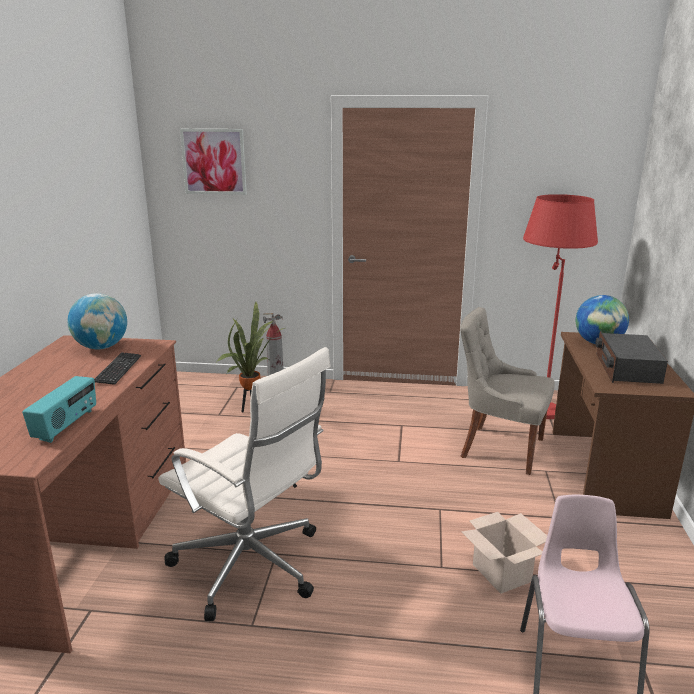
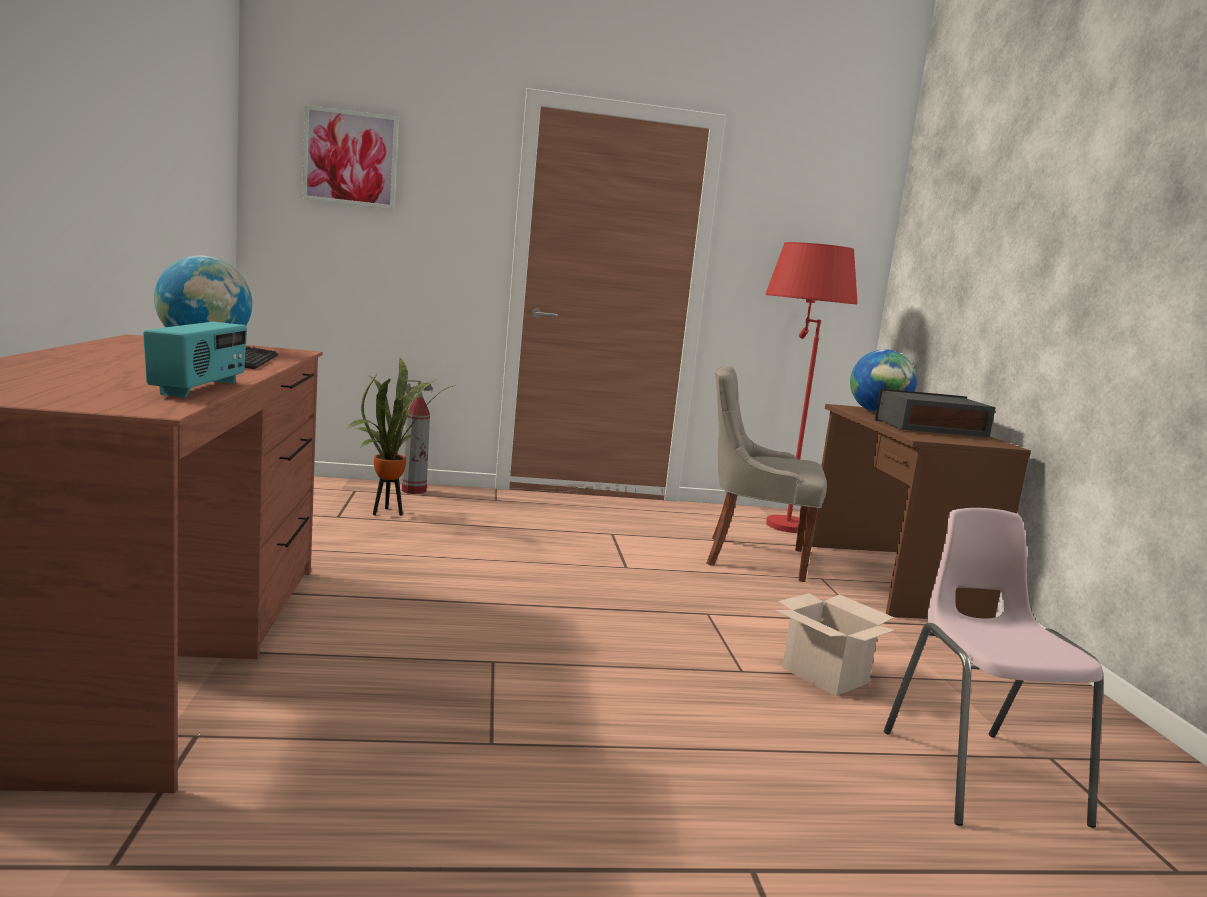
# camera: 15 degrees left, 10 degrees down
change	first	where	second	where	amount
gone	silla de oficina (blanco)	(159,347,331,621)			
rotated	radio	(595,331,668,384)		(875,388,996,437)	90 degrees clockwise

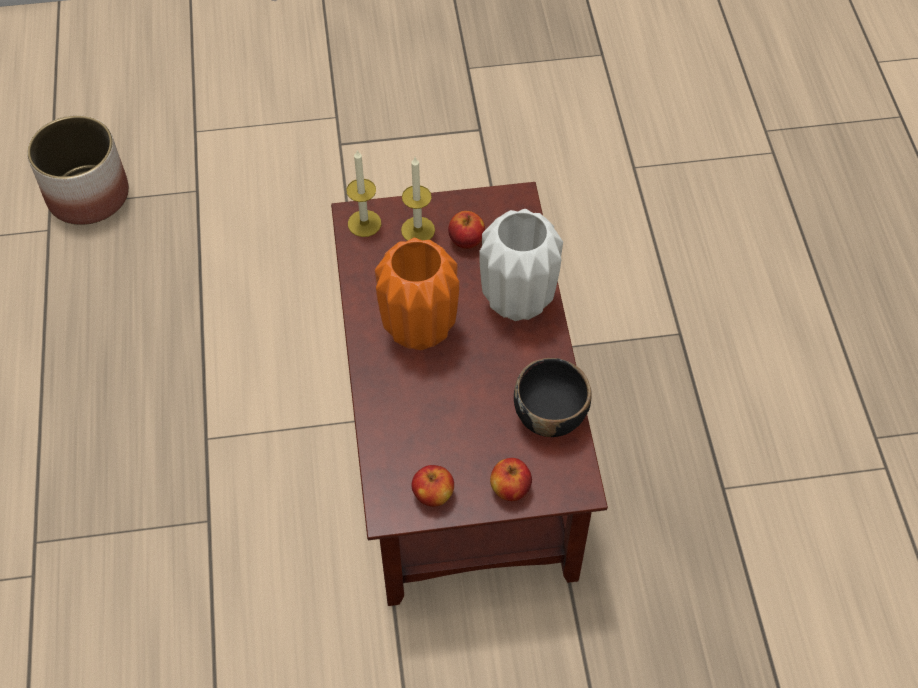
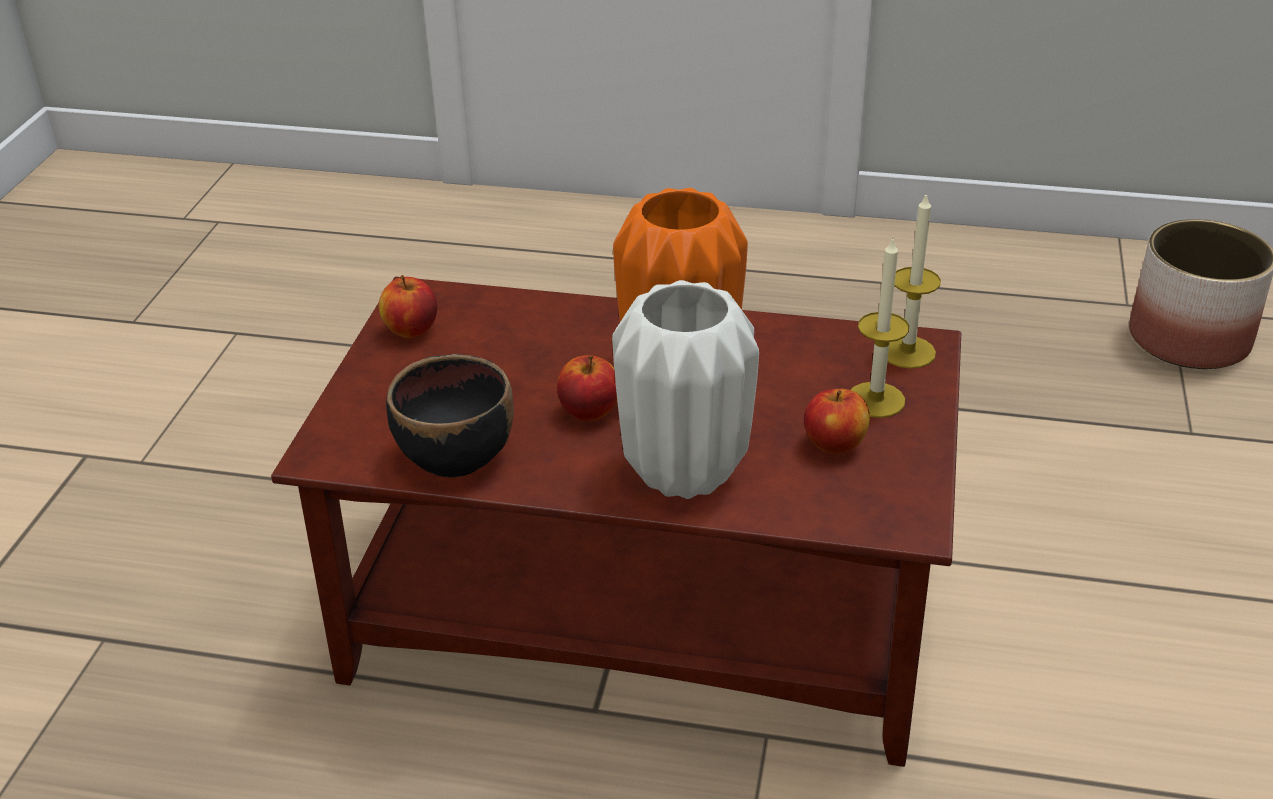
# camera: 110 degrees right, 20 degrees down
change	first	where	second	where	amount
shifted	manzana	(490,458,532,501)		(557,355,617,421)	

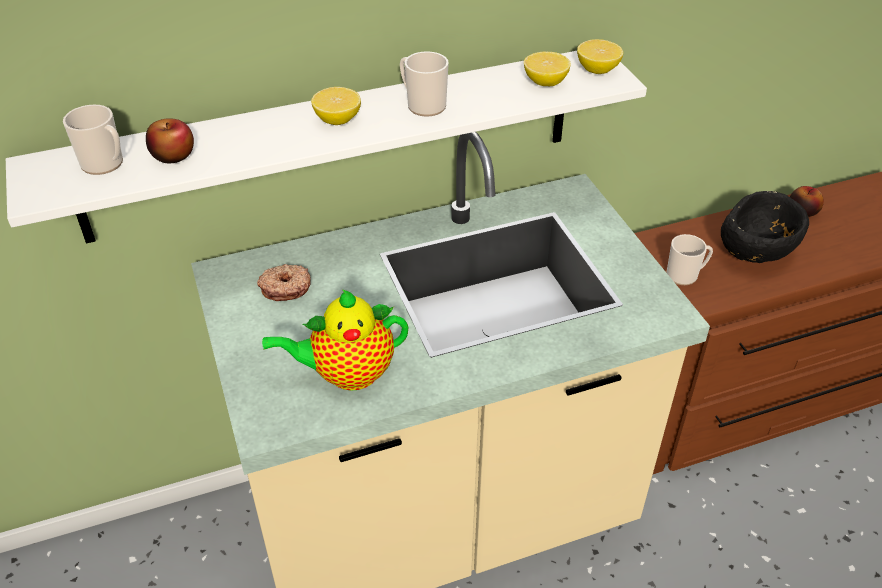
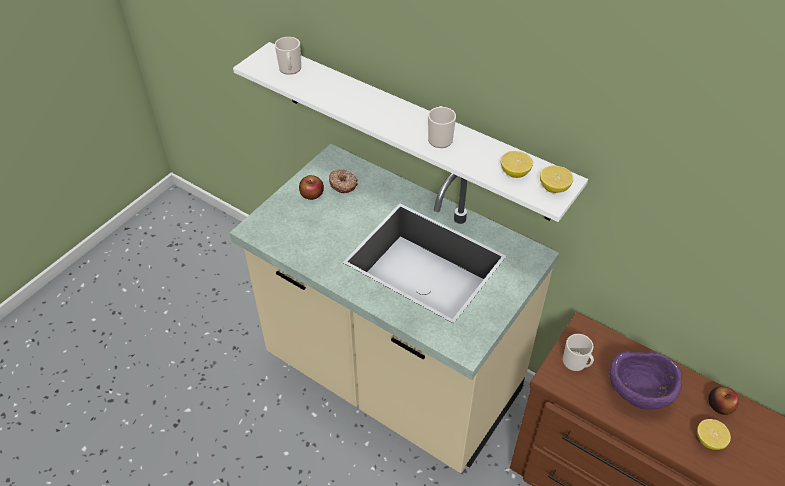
# camera: 55 degrees right, 5 degrees up
change	first	where	second	where	amount
shifted	manzana	(146,118,194,164)		(299,175,324,200)	
gone	tetera	(262,289,409,391)			
shifted	limón	(311,87,361,125)		(697,419,731,450)	
repainted	cuenco (negro)	(721,191,809,263)	cuenco (morado)	(609,351,682,410)	

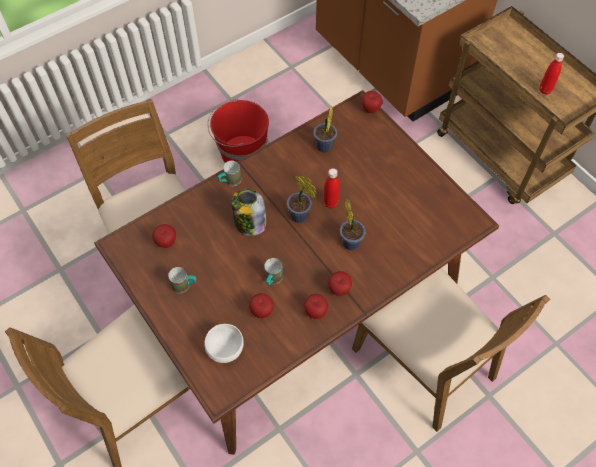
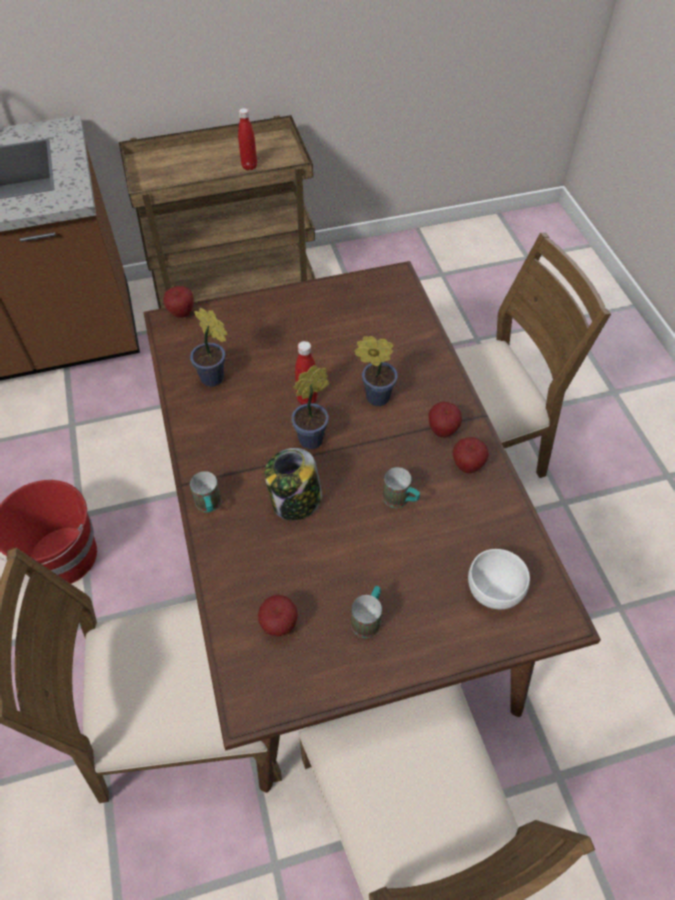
# camera: 70 degrees left, 5 degrees down
change	first	where	second	where	amount
gone	manzana	(249,293,274,318)			

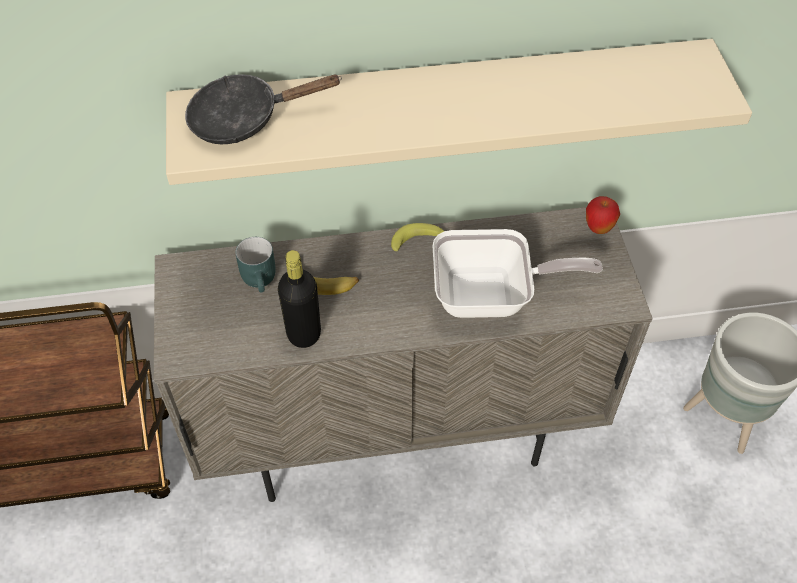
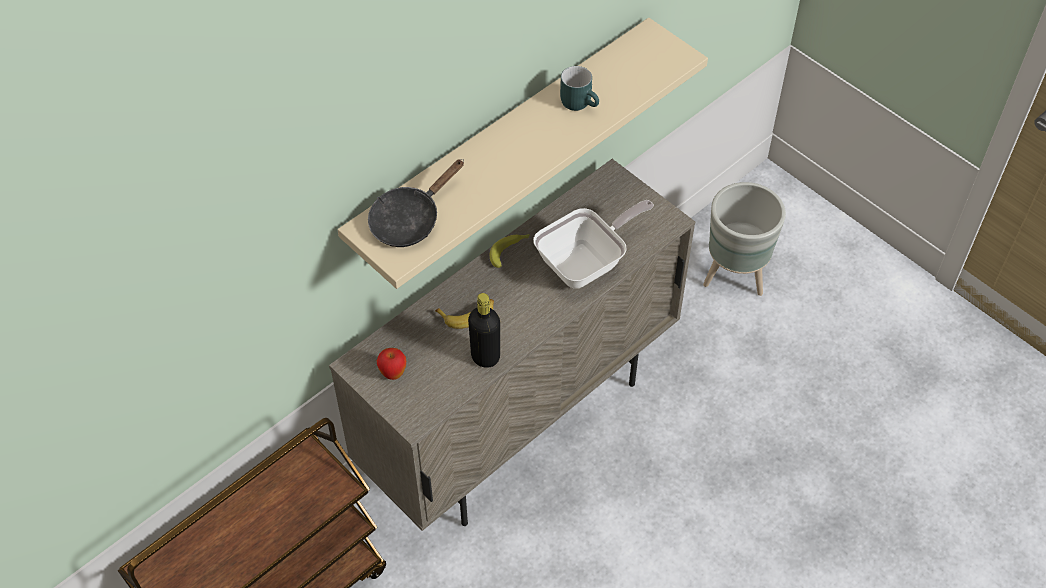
# camera: 35 degrees left, 0 degrees up
change	first	where	second	where	amount
shifted	taza grande (turquesa)	(235,237,276,292)		(560,66,599,111)	
shifted	manzana	(586,196,620,234)		(377,348,406,380)	

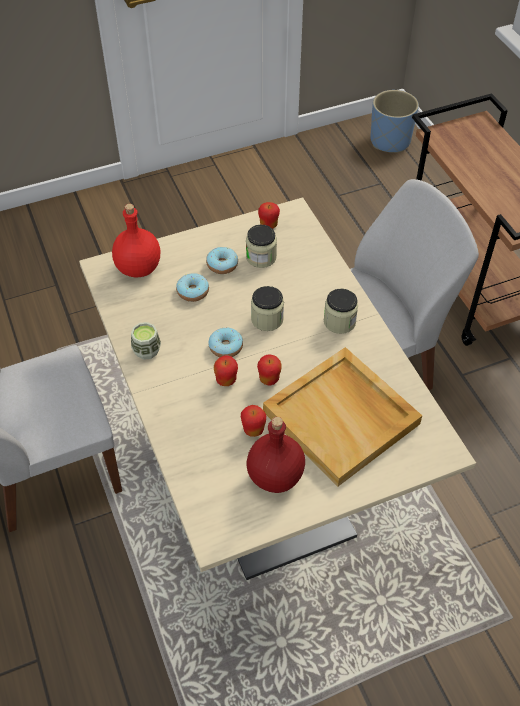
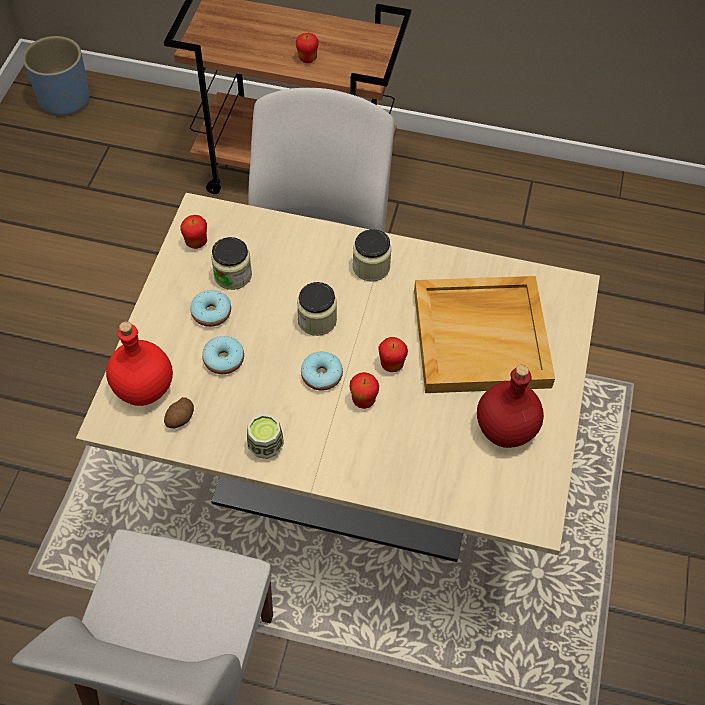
# camera: 55 degrees left, 5 degrees up
change	first	where	second	where	amount
shifted	manzana	(241,405,266,437)		(296,33,319,63)	
new			patata	(164,397,194,428)	

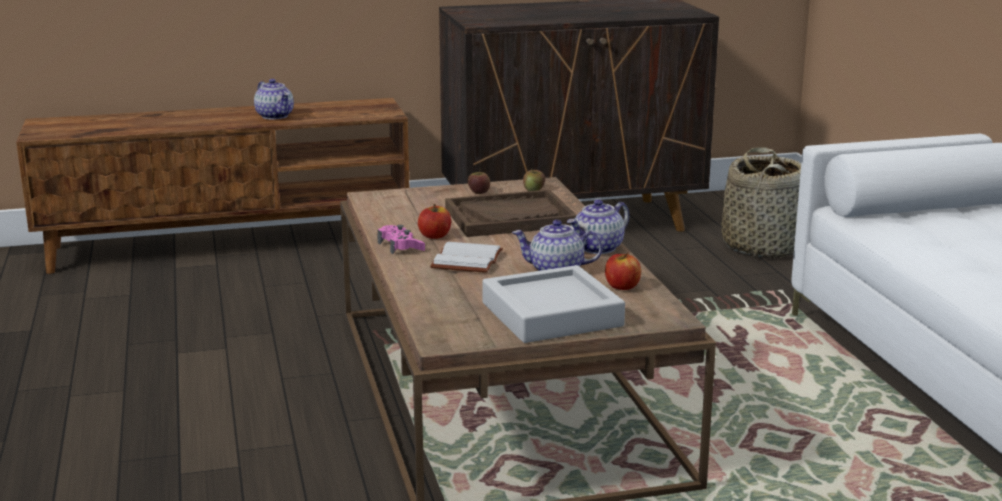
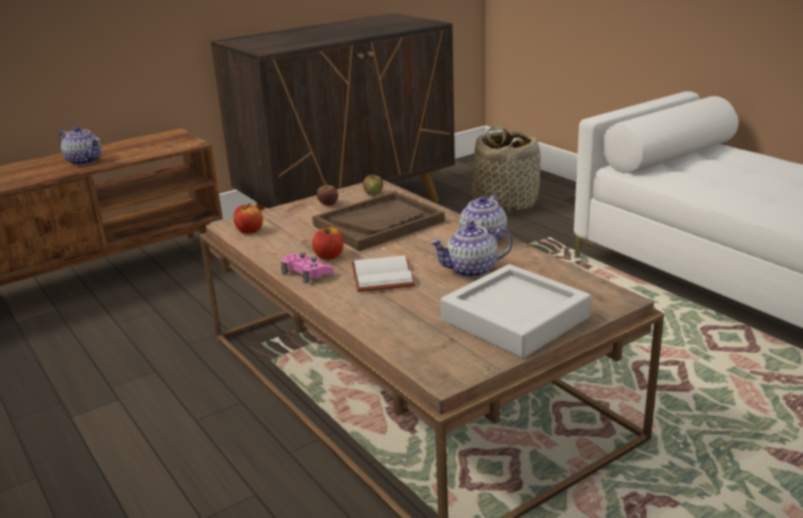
# camera: 20 degrees left, 5 degrees up
change	first	where	second	where	amount
shifted	manzana	(605,253,641,290)		(233,203,263,233)	

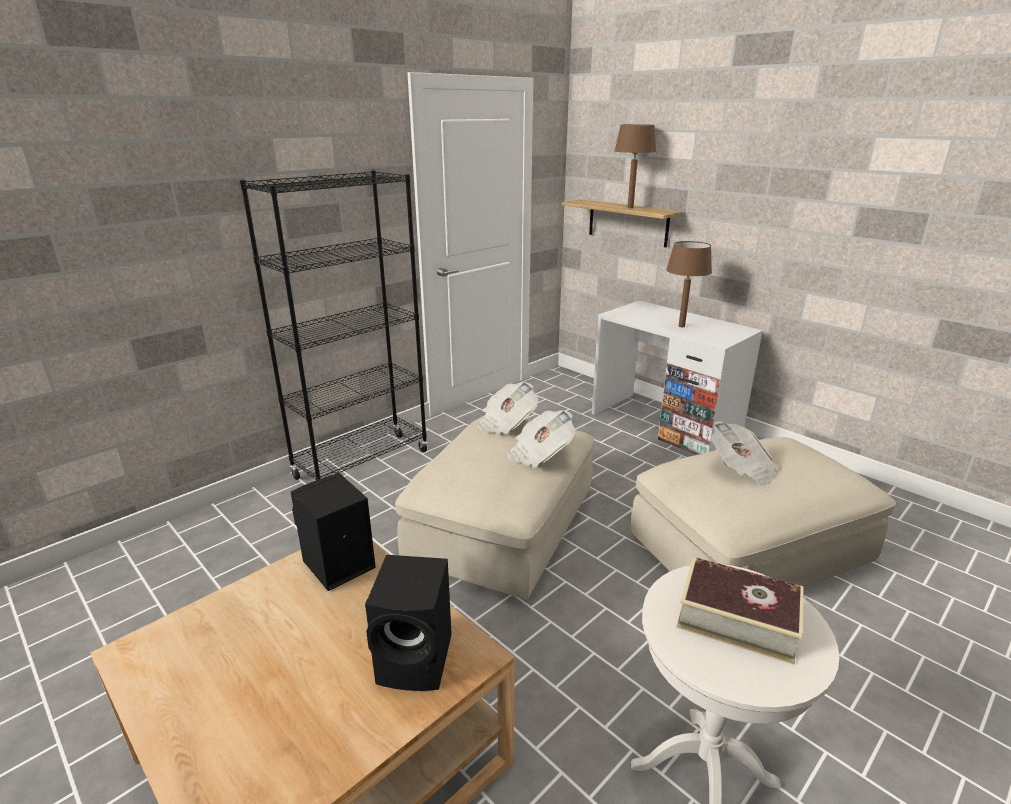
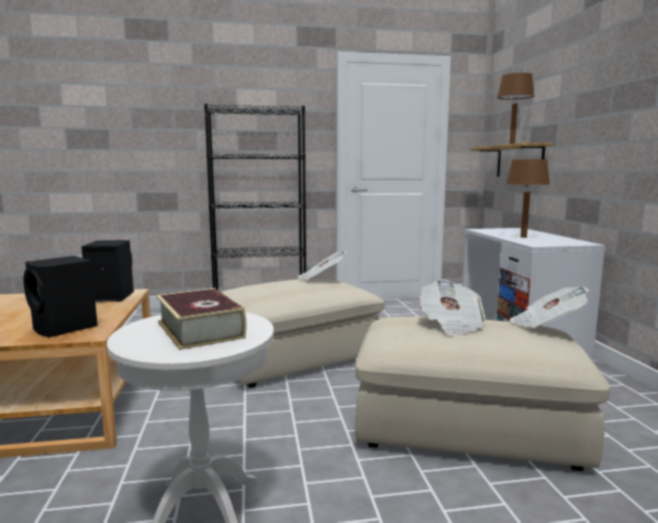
# camera: 35 degrees right, 15 degrees down
change	first	where	second	where	amount
shifted	periódico	(506,410,576,468)		(510,286,590,328)	

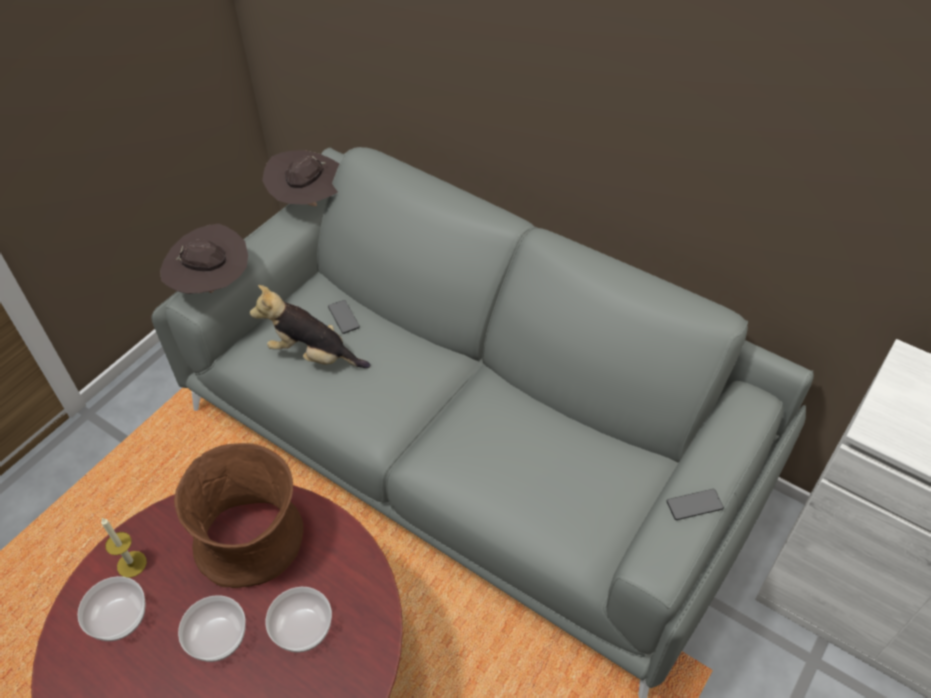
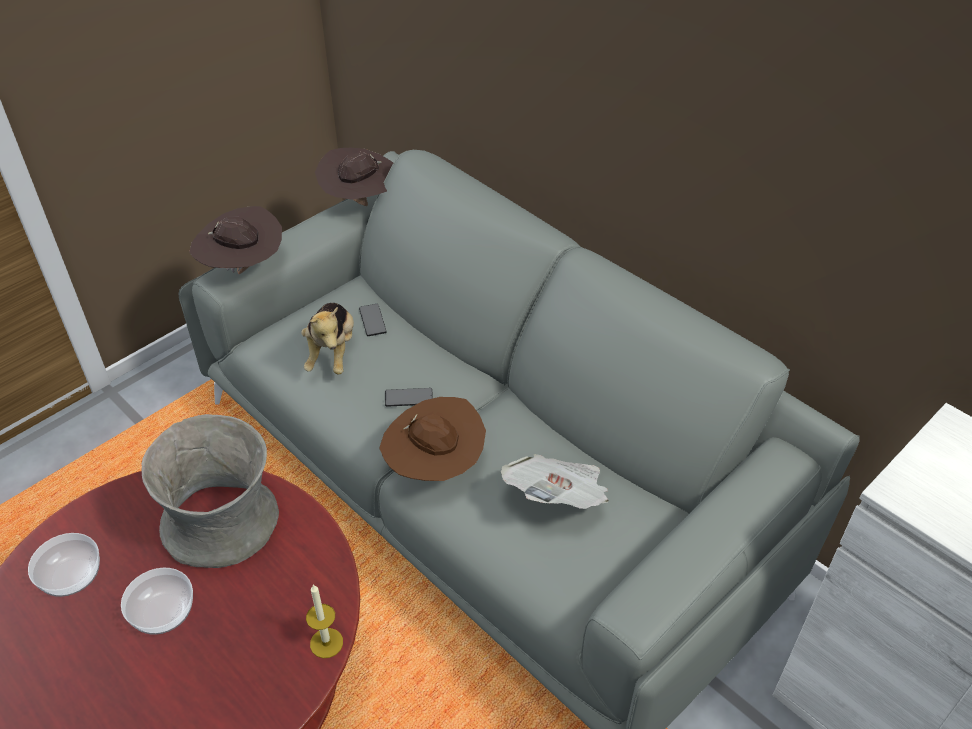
# camera: 10 degrees right, 5 degrees down
change	first	where	second	where	amount
shifted	vela	(101,518,147,578)		(306,584,343,658)	
repainted	florero (marrón)	(174,443,303,588)	florero (gris)	(141,414,279,568)	
rotated	peluche	(250,285,370,368)		(301,303,354,374)	120 degrees counterclockwise
gone	cuenco	(266,587,332,653)			
shifted	móvil	(667,489,724,520)		(385,388,433,407)	
new			sombrero (marrón)	(379,397,486,481)	
new			periódico	(501,454,609,509)	

